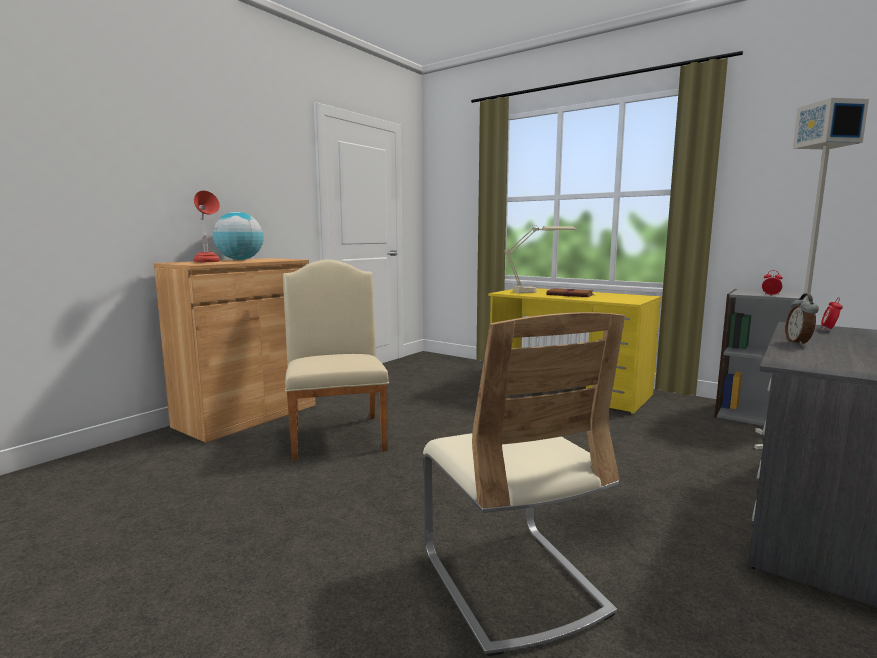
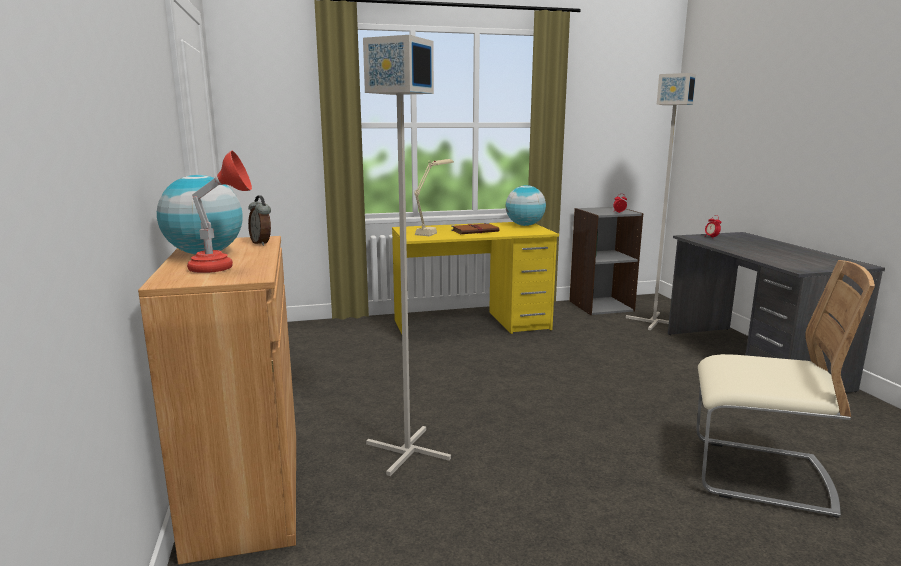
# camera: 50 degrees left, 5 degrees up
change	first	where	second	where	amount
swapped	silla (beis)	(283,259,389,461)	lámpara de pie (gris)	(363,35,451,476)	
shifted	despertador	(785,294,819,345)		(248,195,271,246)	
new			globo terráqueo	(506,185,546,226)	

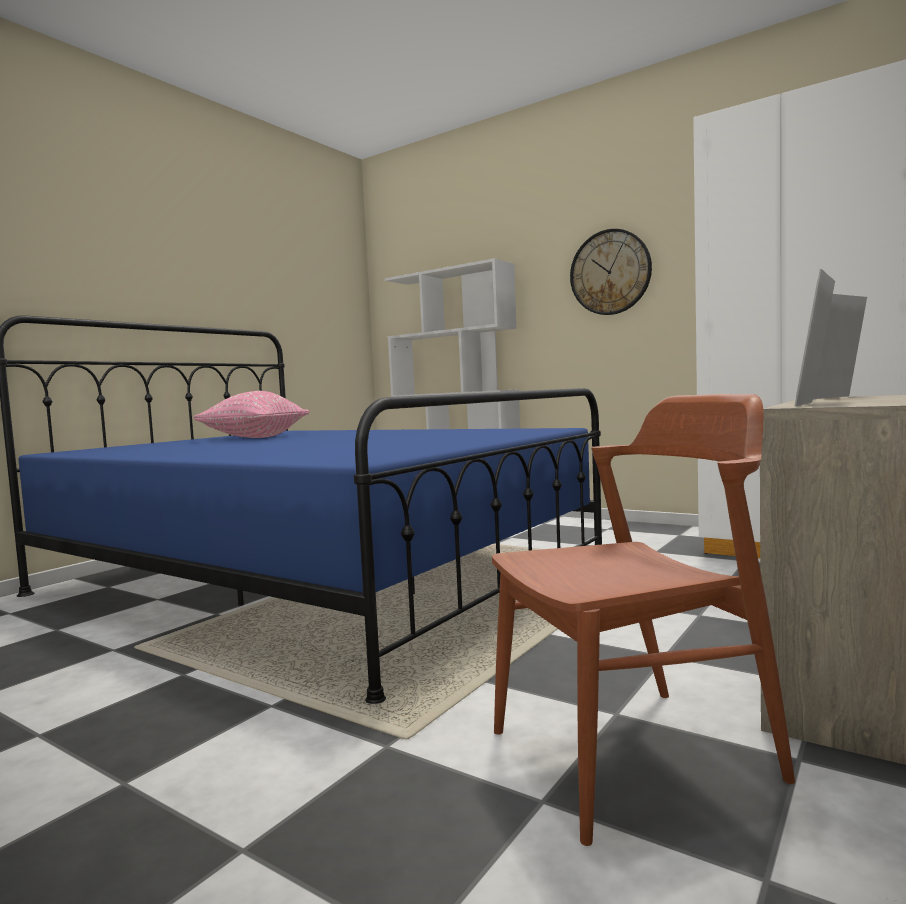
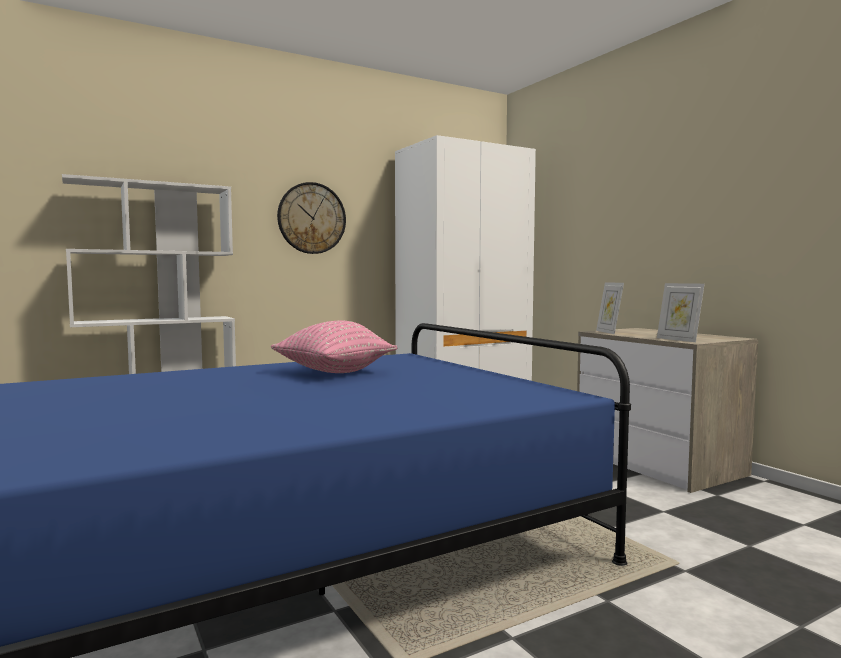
# camera: 65 degrees left, 0 degrees up
change	first	where	second	where	amount
shifted	cojín (rosa)	(193,391,309,438)		(271,321,397,373)	
gone	silla (marrón)	(492,394,795,846)			

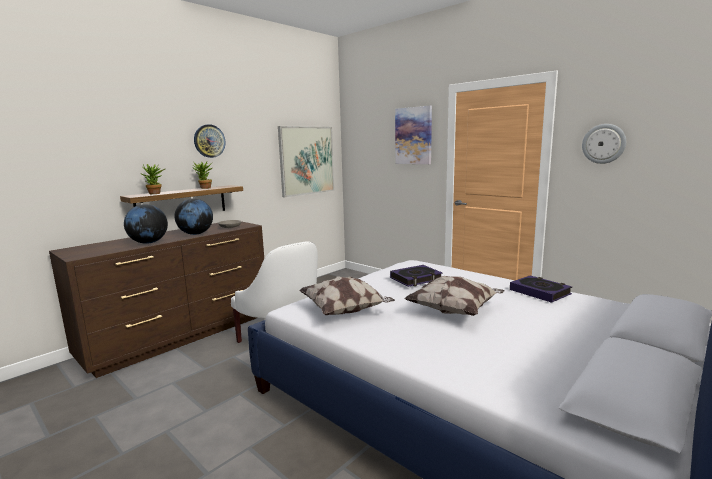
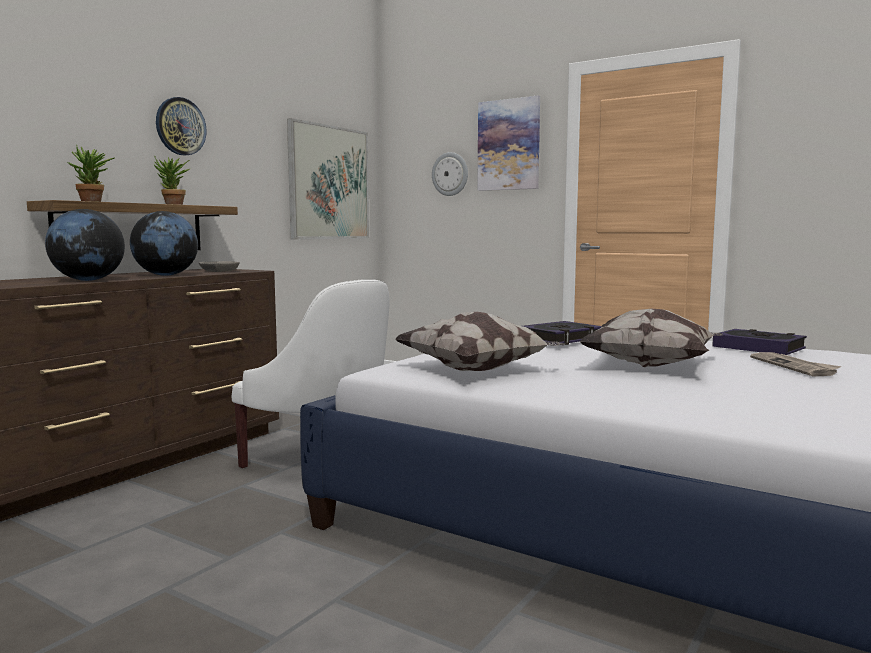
# camera: 10 degrees left, 5 degrees down
change	first	where	second	where	amount
shifted	reloj de pared	(582,124,626,164)		(432,152,468,196)	
new			periódico	(750,352,842,376)	

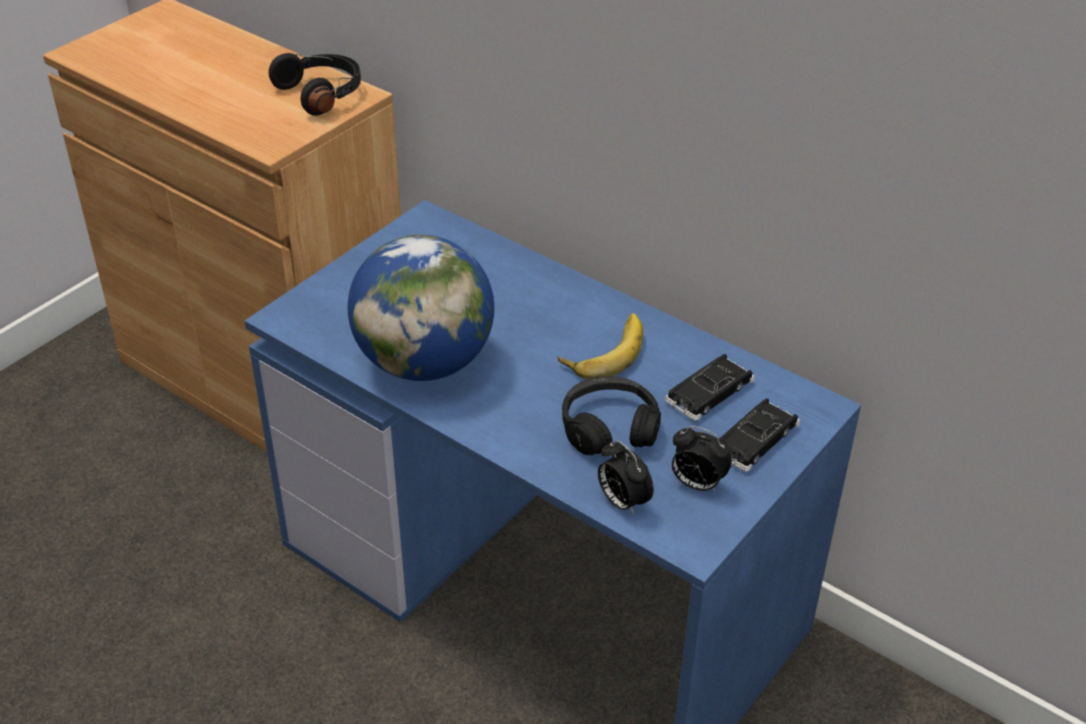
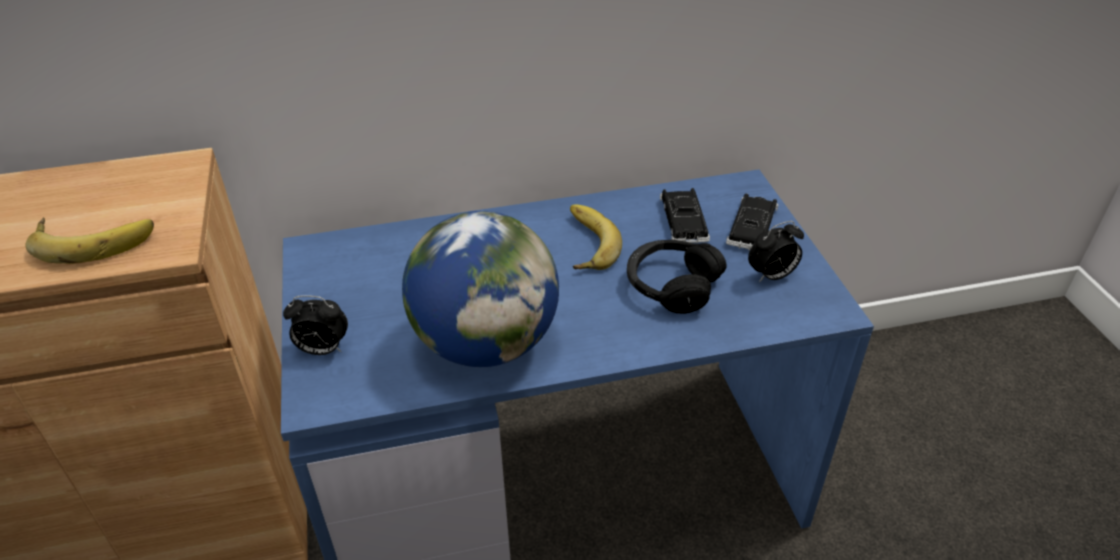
# camera: 50 degrees left, 0 degrees up
change	first	where	second	where	amount
gone	auriculares (negro)	(269,53,361,116)			
shifted	despertador	(598,440,654,516)		(283,295,348,355)	
rotated	coche de juguete (negro)	(721,398,800,472)		(726,193,778,251)	150 degrees counterclockwise
new			plátano	(25,217,154,264)	

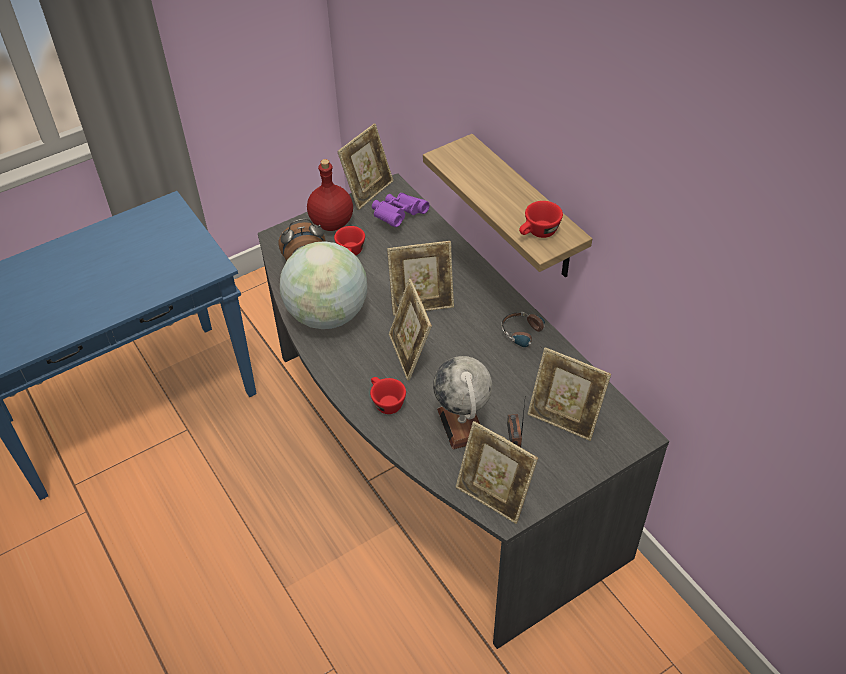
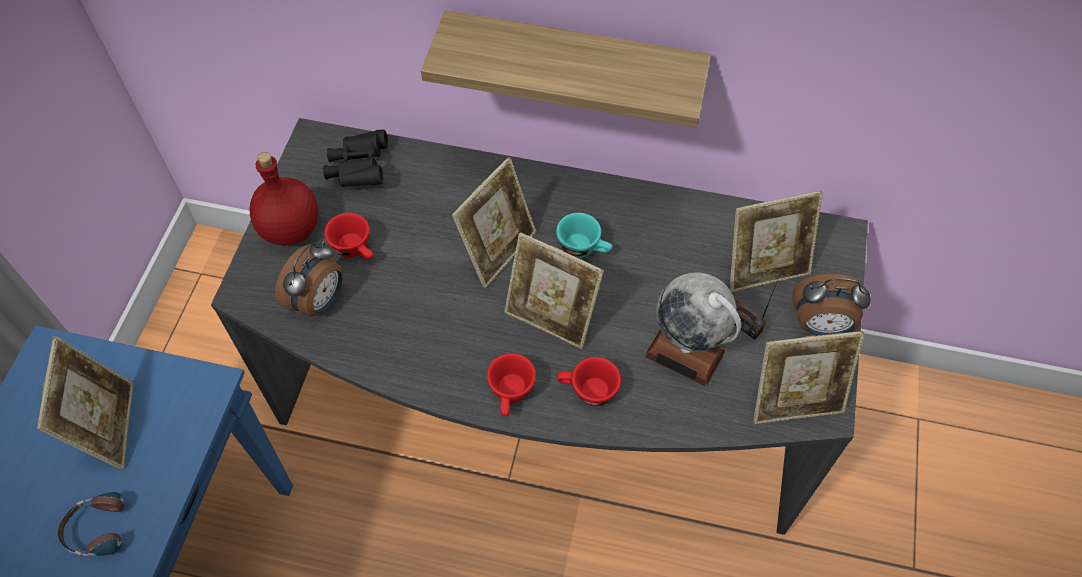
# camera: 45 degrees left, 10 degrees up
change	first	where	second	where	amount
gone	globo terráqueo	(280,241,367,329)			
shifted	portarretratos	(337,124,394,210)		(37,336,134,470)	
repainted	prismáticos (morado)	(372,193,429,227)	prismáticos (negro)	(323,129,388,187)	
shifted	auriculares	(501,312,545,348)		(58,492,148,557)	
shifted	taza (rojo)	(519,201,563,238)		(487,353,536,416)	
new			taza (turquesa)	(556,213,613,258)	
new			despertador	(793,274,871,336)	

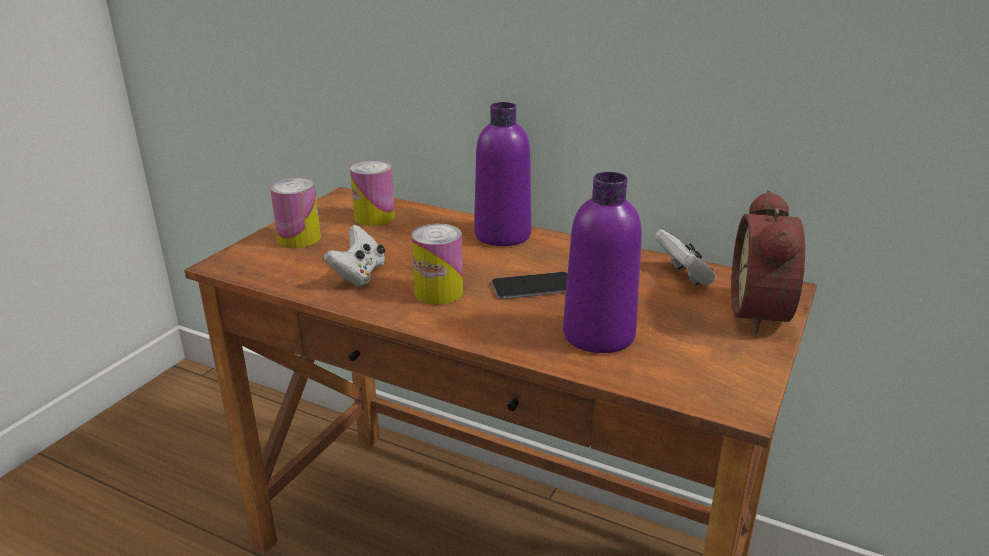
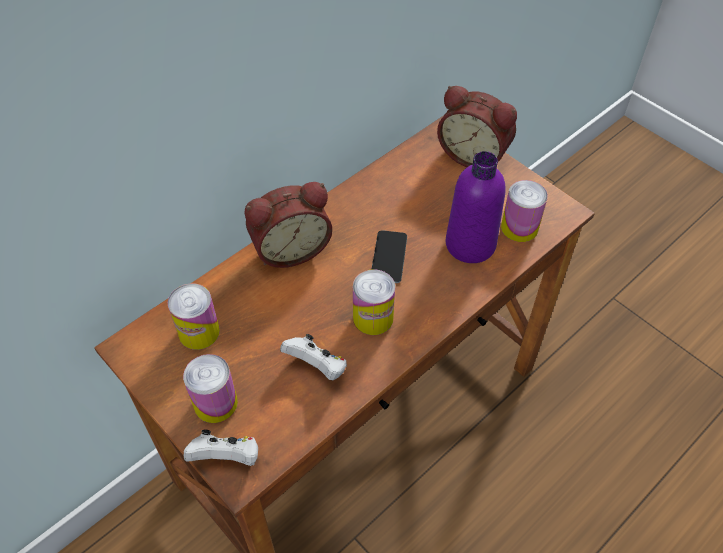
# camera: 70 degrees left, 25 degrees up
change	first	where	second	where	amount
swapped	botella (morado)	(474,102,531,246)	despertador	(245,182,332,268)	
shifted	mando de consola (blanco)	(655,229,716,286)		(184,429,258,466)	
new			lata	(501,180,548,242)	

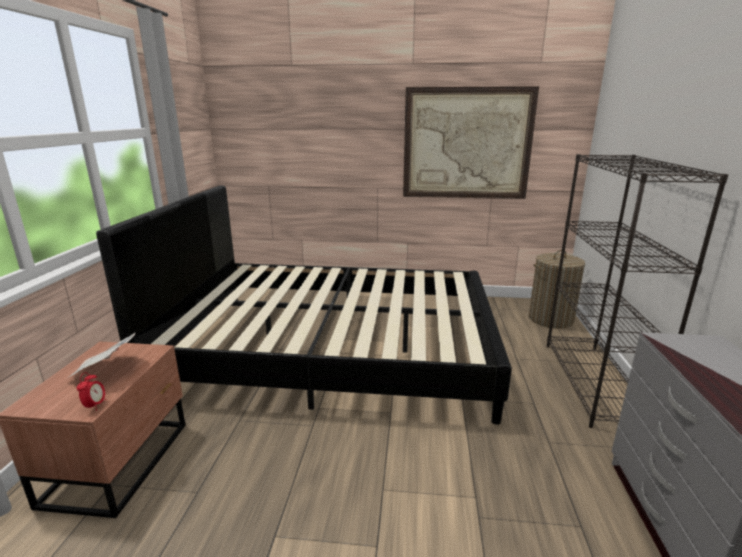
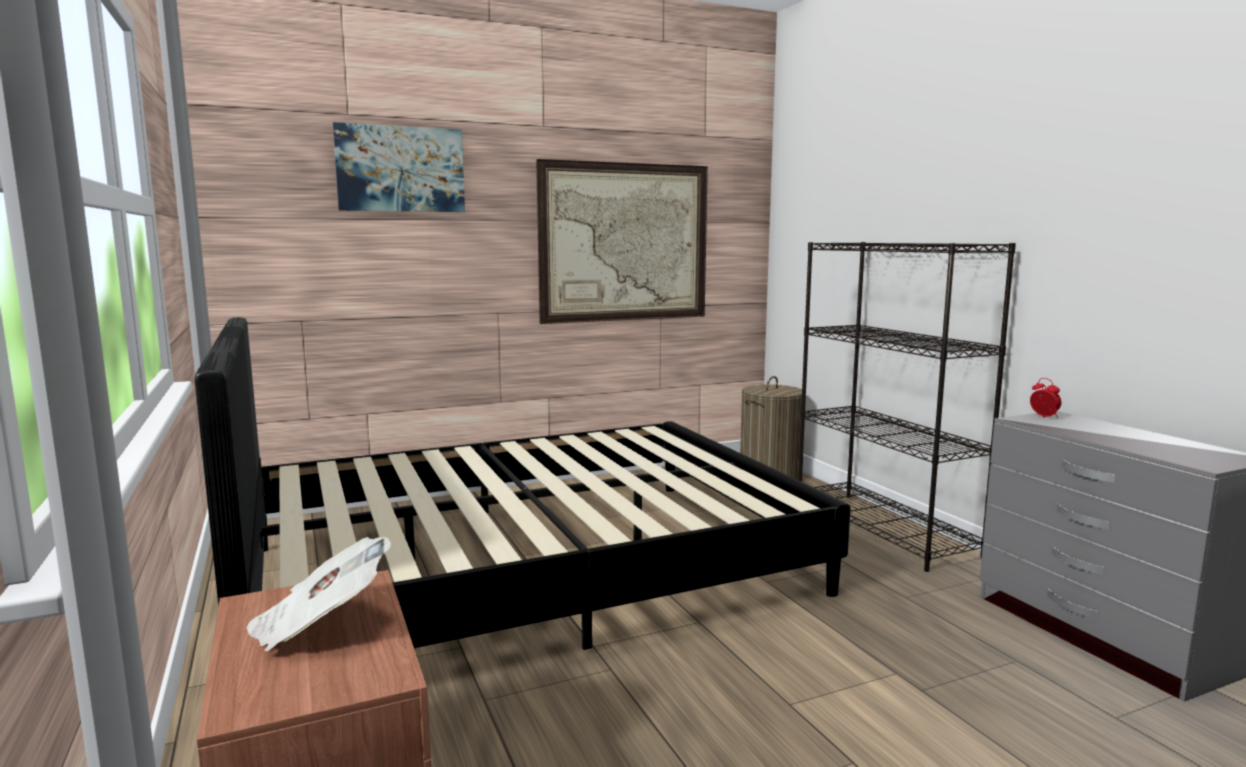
# camera: 30 degrees left, 10 degrees down
change	first	where	second	where	amount
shifted	despertador	(77,372,106,411)		(1030,378,1061,418)	
new			cuadro	(333,122,465,212)	

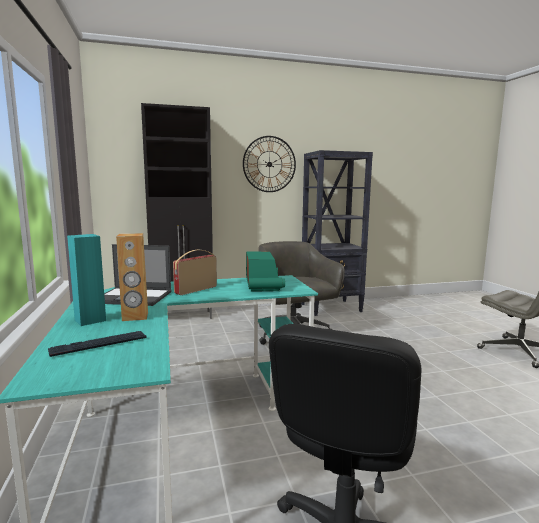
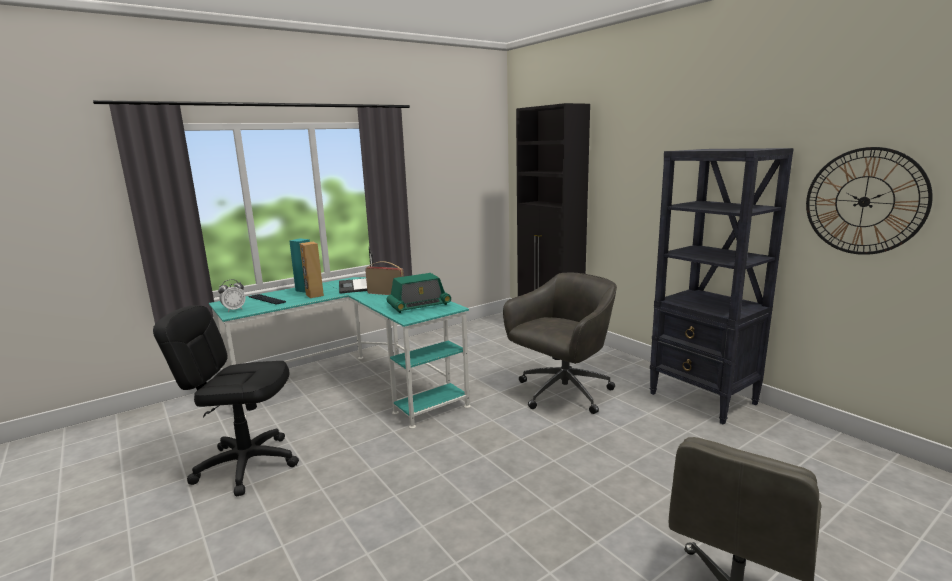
# camera: 70 degrees right, 5 degrees up
change	first	where	second	where	amount
shifted	reloj de pared	(243,136,296,192)		(806,147,933,255)	
new			despertador	(218,279,245,312)	

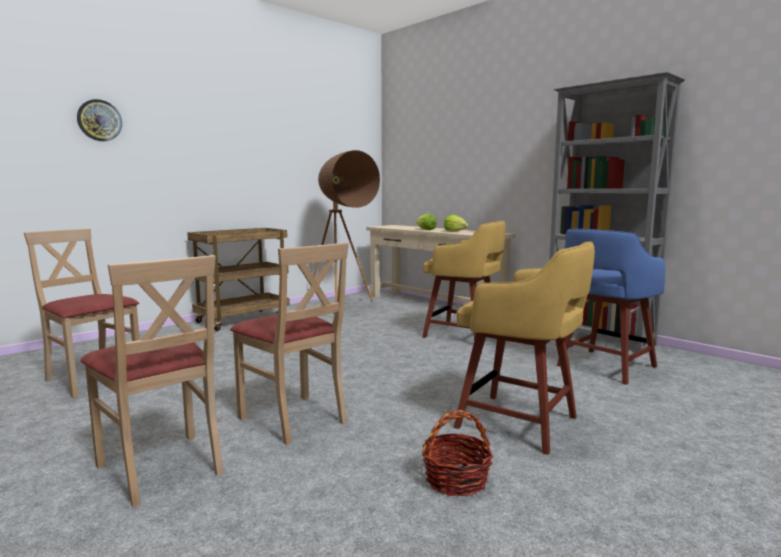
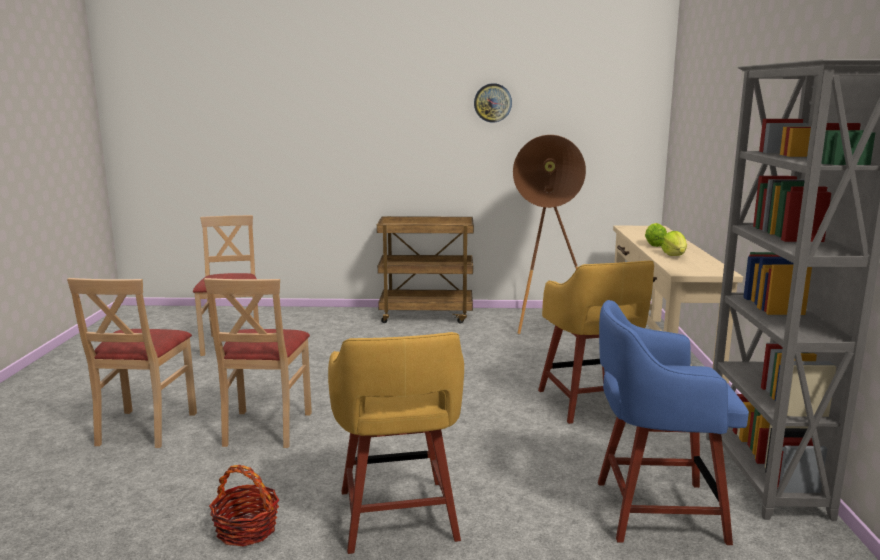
# camera: 45 degrees right, 5 degrees up
change	first	where	second	where	amount
shifted	reloj de pared	(77,99,122,141)		(474,83,512,123)	

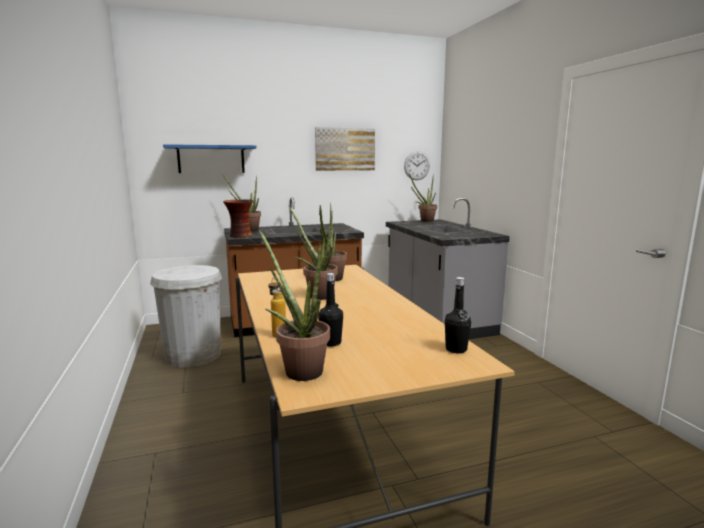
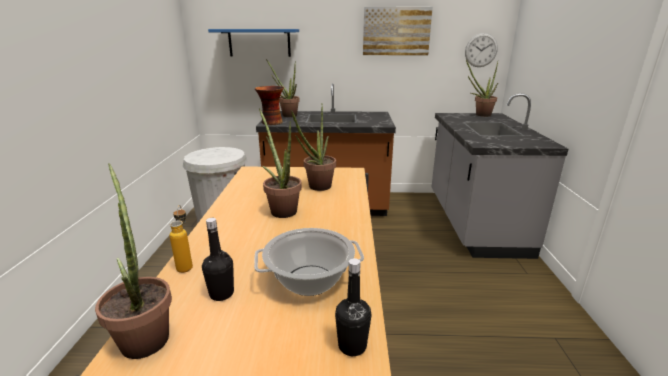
# camera: 20 degrees right, 10 degrees up
change	first	where	second	where	amount
new			olla	(254,228,364,296)	

